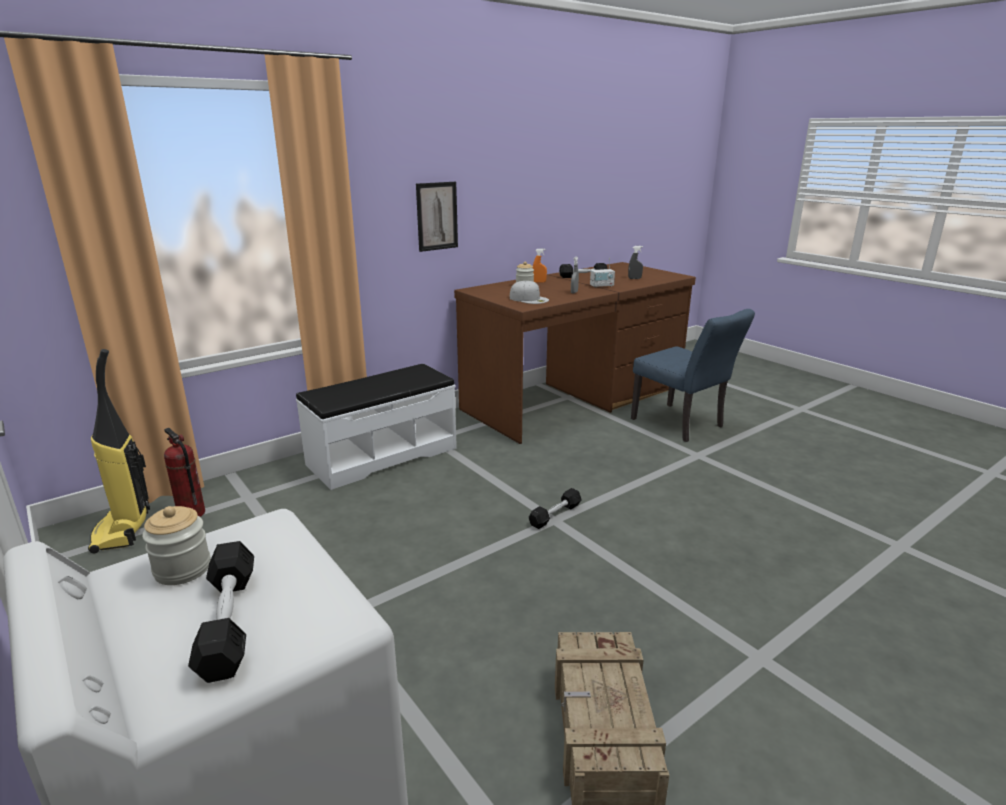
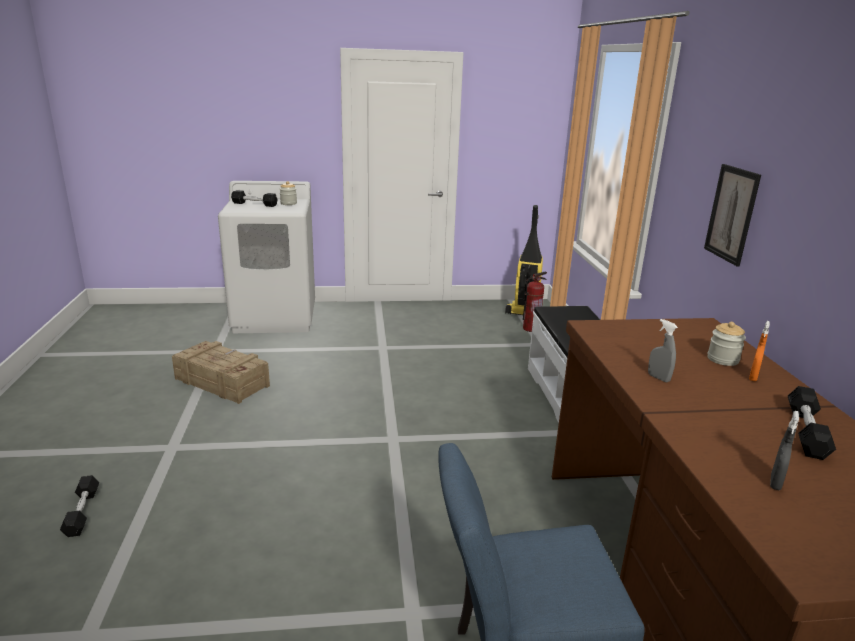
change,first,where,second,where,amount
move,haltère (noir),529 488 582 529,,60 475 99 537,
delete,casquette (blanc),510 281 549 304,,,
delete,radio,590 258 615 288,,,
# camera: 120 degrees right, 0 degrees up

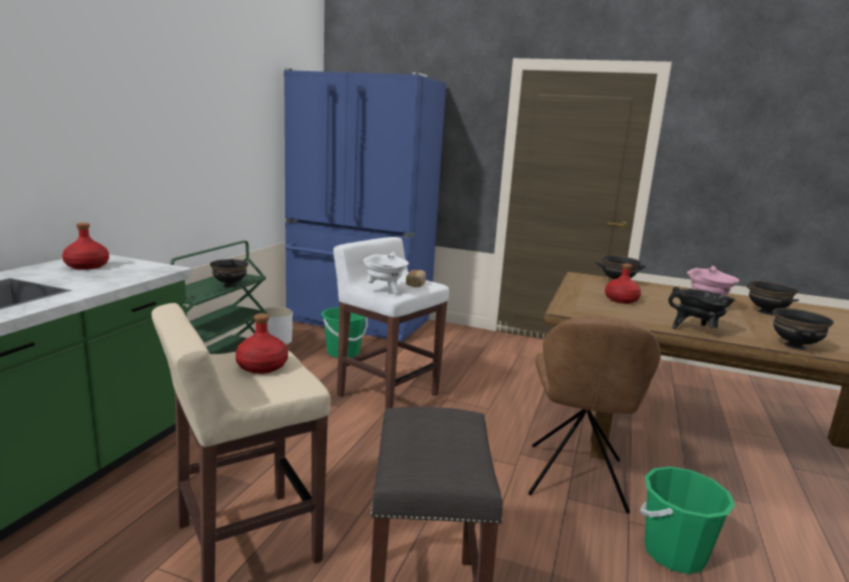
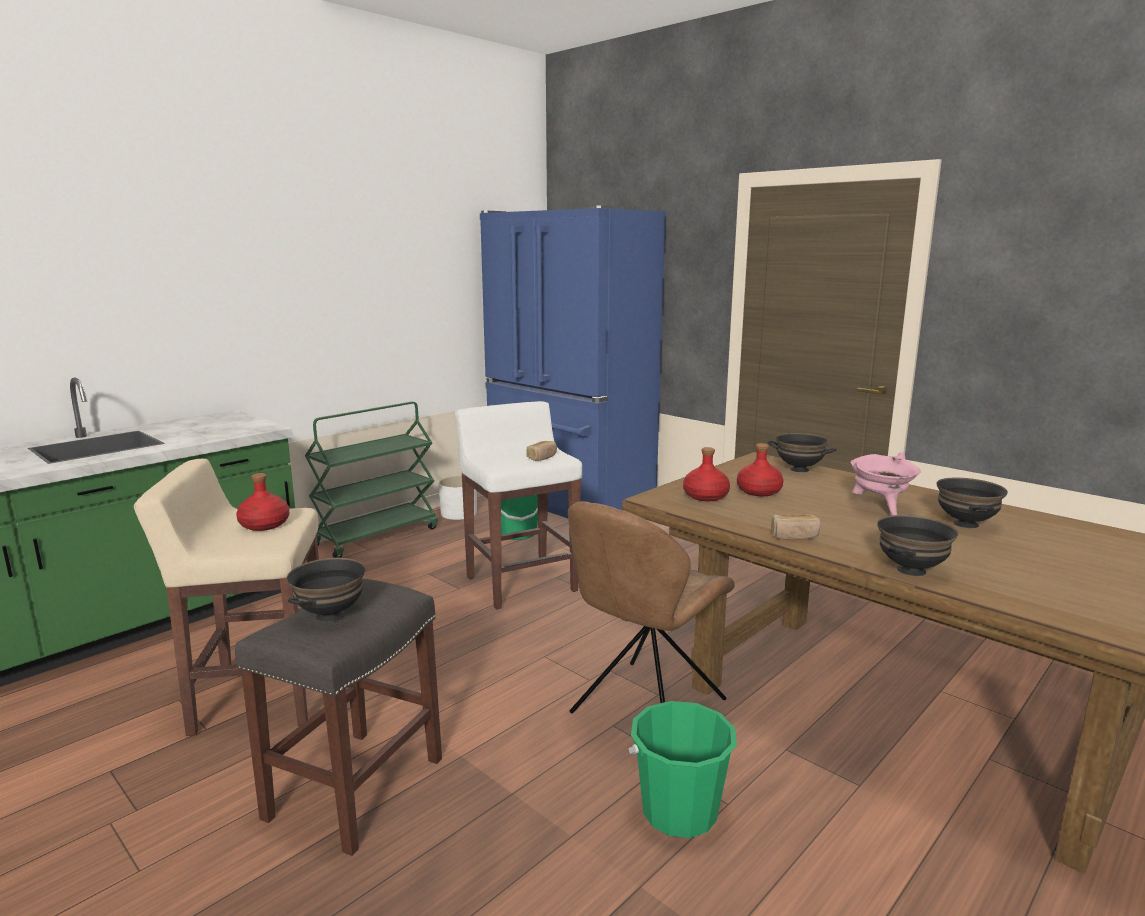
change,first,where,second,where,amount
move,bol (noir),210 259 249 287,,287 558 366 622,
move,bouteille (rouge),62 223 109 270,,683 447 730 501,
replace,marmite (noir),668 287 735 329,pain,771 514 821 540,
delete,marmite (blanc),363 252 409 295,,,
# camera: 25 degrees right, 0 degrees up

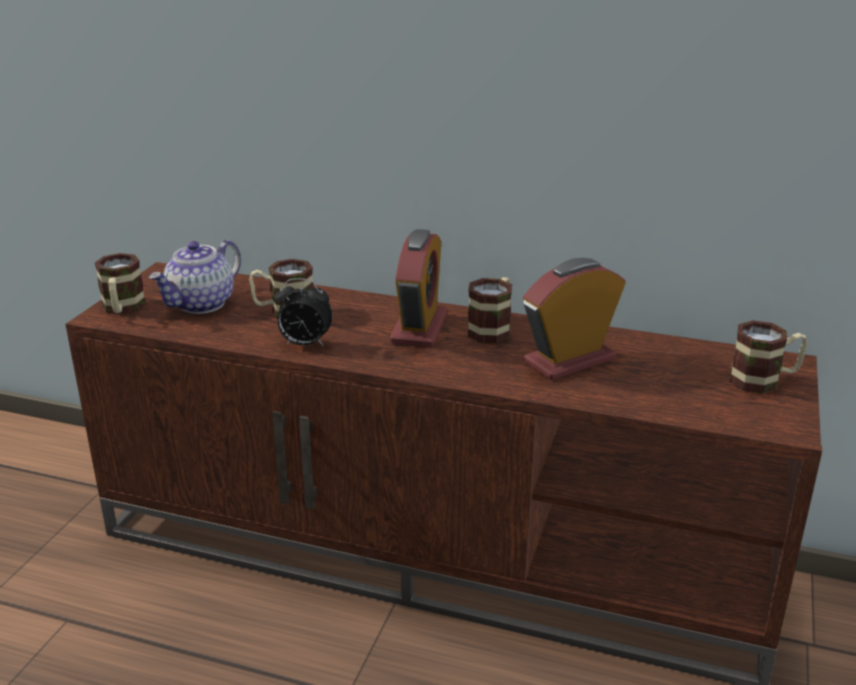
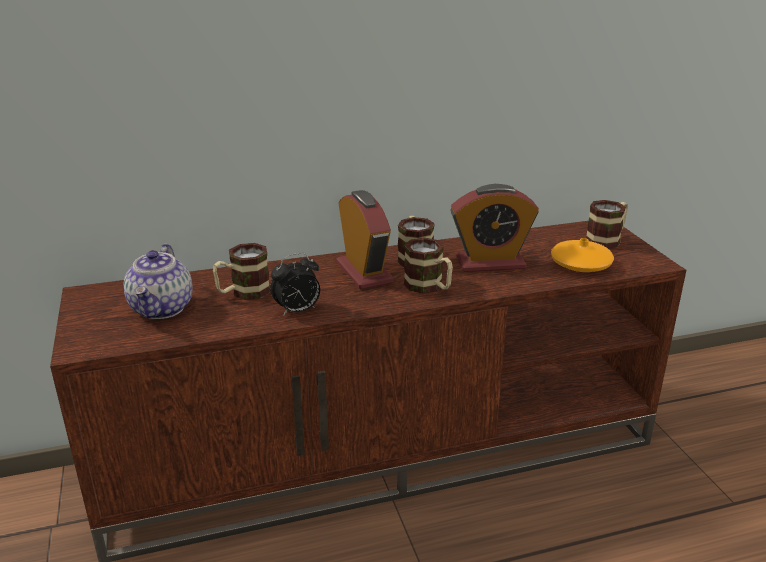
change,first,where,second,where,amount
move,mug,94 253 146 315,,404 237 453 294,
rotate,réveil,523 258 626 380,,450 184 539 272,120 degrees counterclockwise
insert,,,vase (orange),551 238 614 272,
# camera: 35 degrees left, 0 degrees up

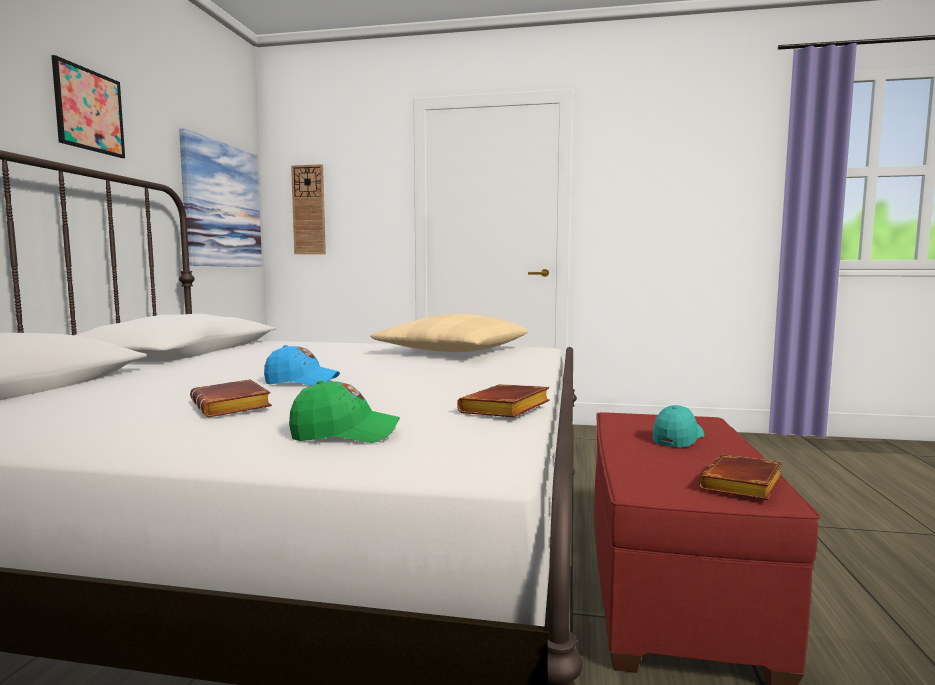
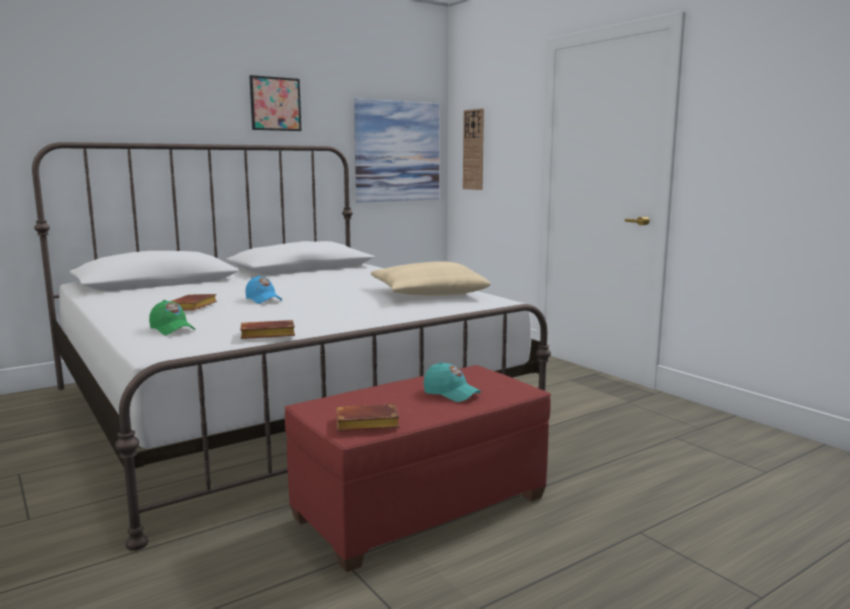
change,first,where,second,where,amount
rotate,casquette (turquoise),653 405 704 448,,423 362 481 402,45 degrees clockwise
# camera: 45 degrees right, 5 degrees up

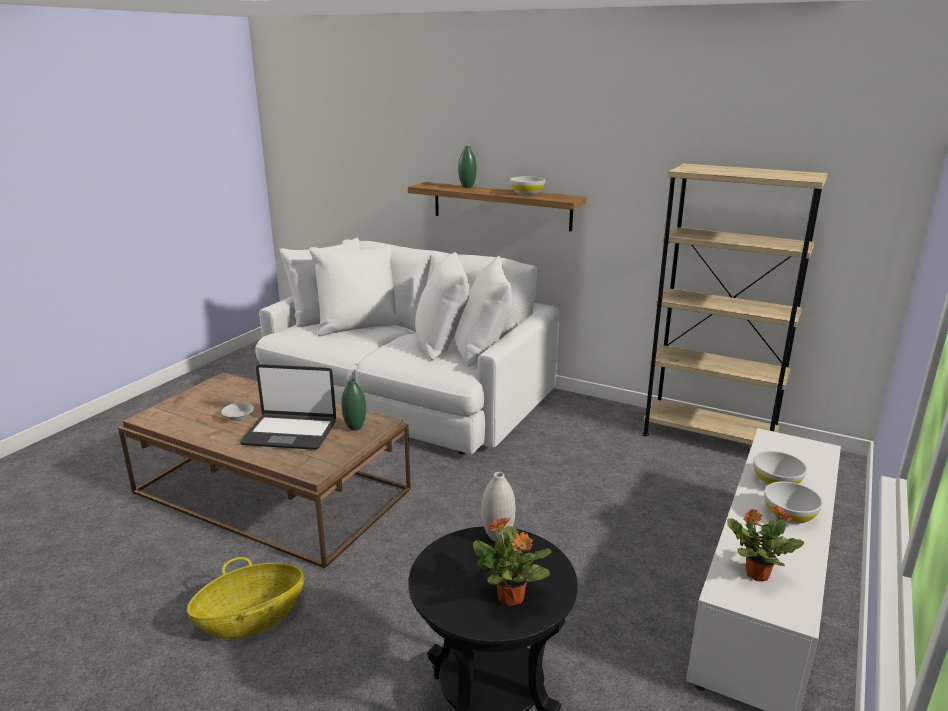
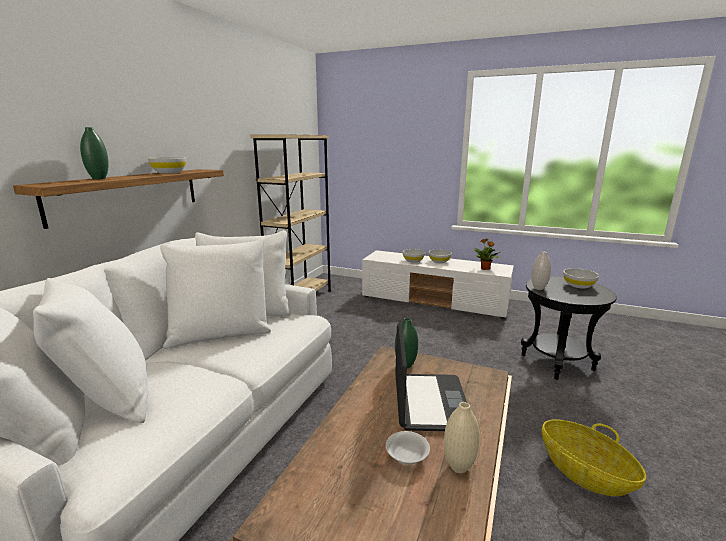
change,first,where,second,where,amount
insert,,,vase (beige),444 402 480 473,
replace,plante en pot,473 517 552 606,bol (blanc),563 268 599 288,
# camera: 95 degrees left, 5 degrees down

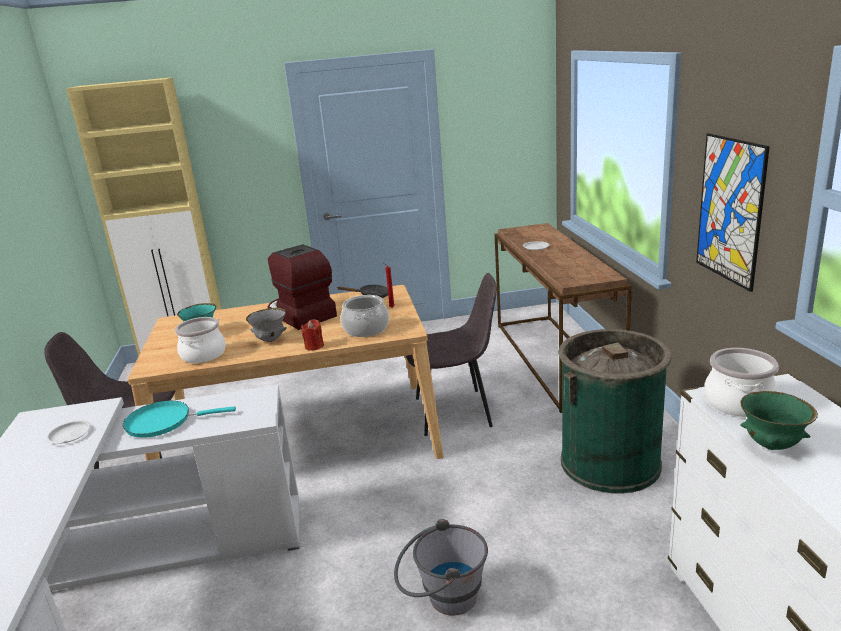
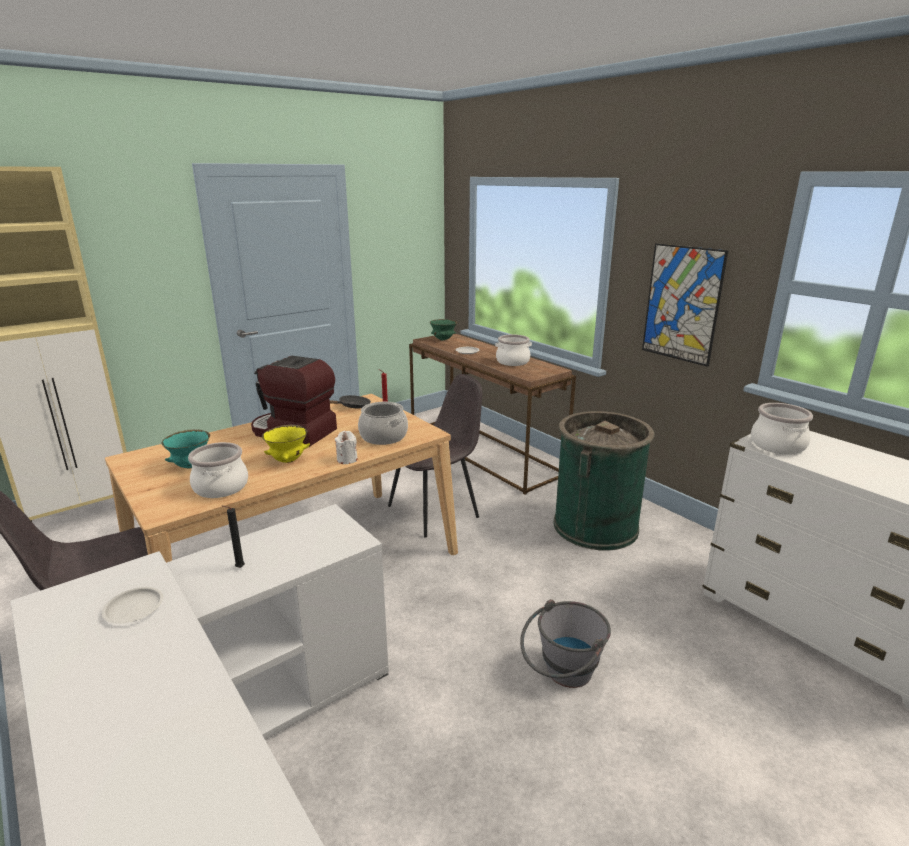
change,first,where,second,where,amount
replace,poêle (turquoise),123 401 236 438,bougie (noir),222 505 245 568,
recolor,bol (gris),246 308 287 342,bol (jaune),262 425 310 463,
recolor,bougie (rouge),301 319 324 351,bougie (blanc),335 431 358 464,
move,bol (vert),740 391 818 450,,430 319 457 341,
insert,,,marmite,495 334 532 366,
# camera: 30 degrees left, 0 degrees up

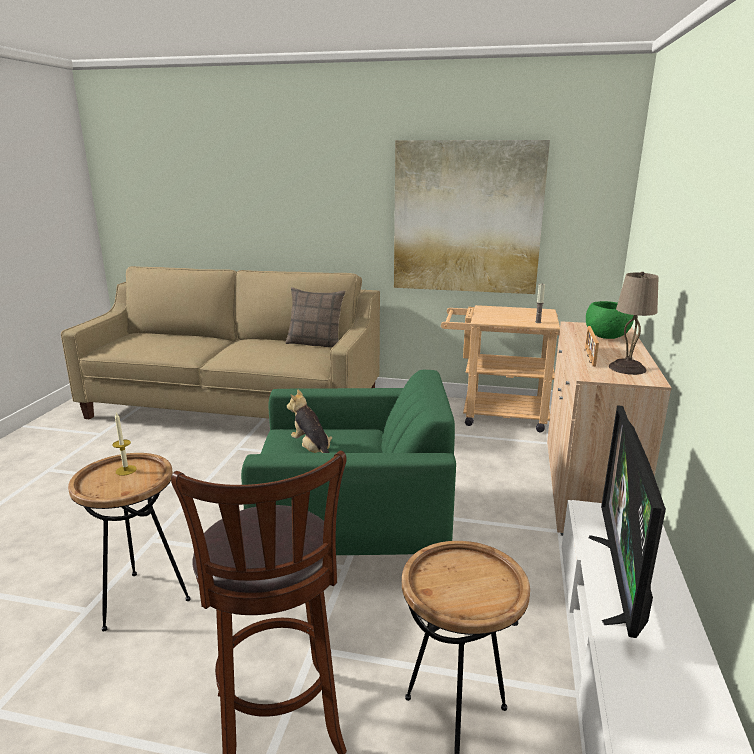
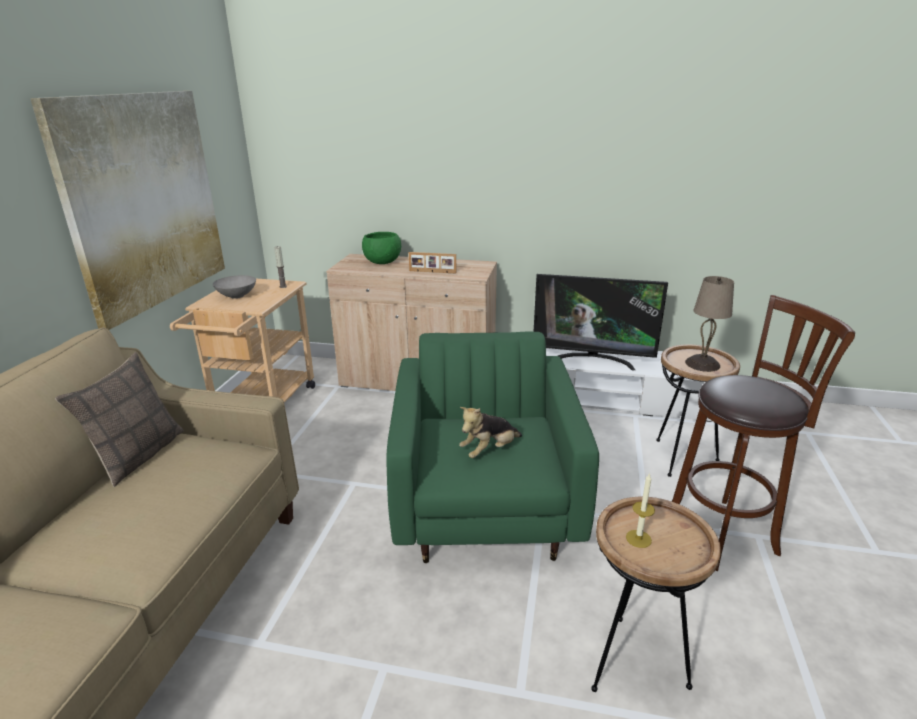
change,first,where,second,where,amount
insert,,,bol (gris),213 275 256 299,
move,lampe de table (beige),609 272 659 375,,685 276 734 372,
# camera: 90 degrees left, 5 degrees up

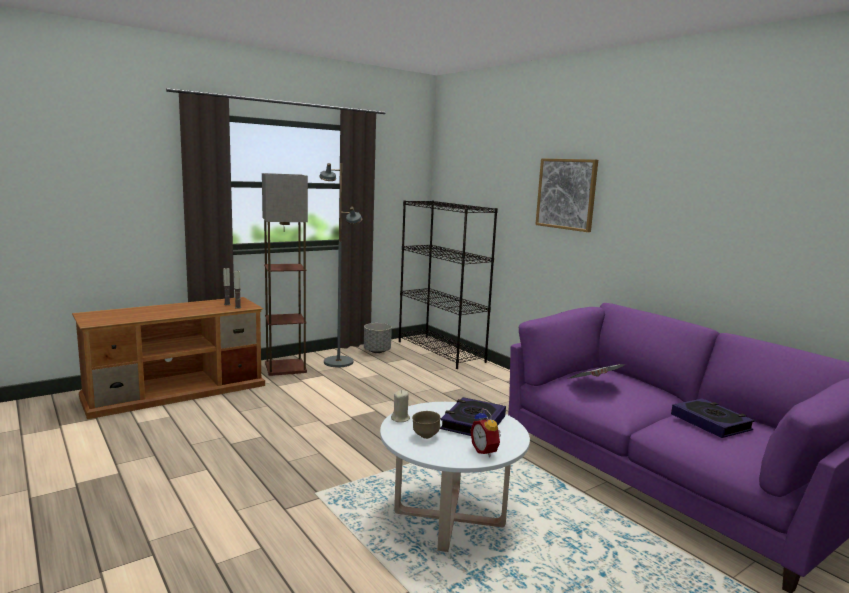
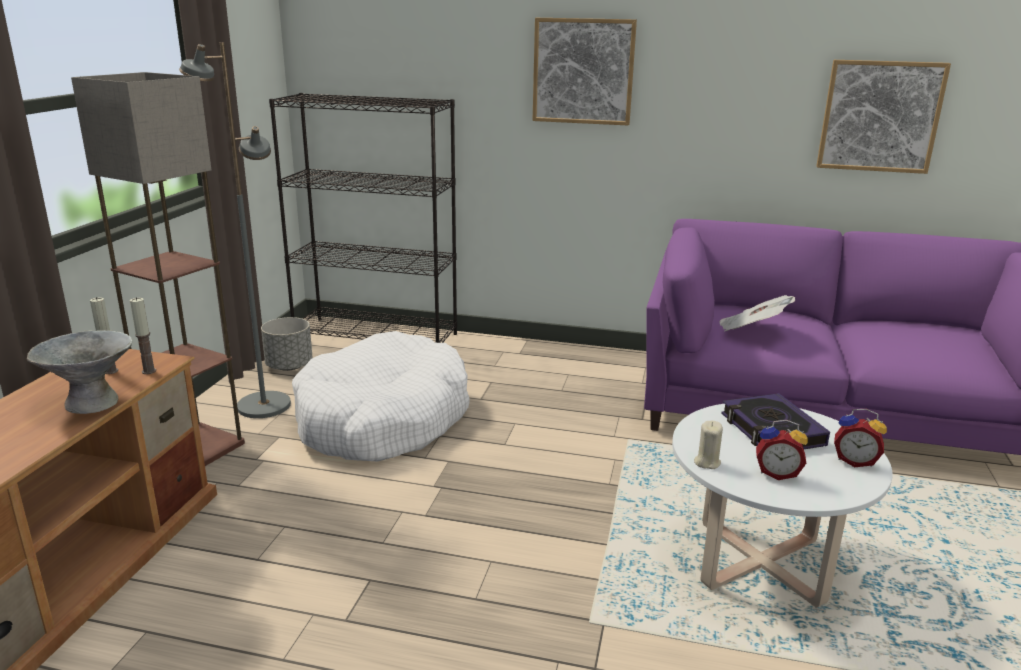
change,first,where,second,where,amount
insert,,,bol (gris),27 330 133 414,
insert,,,panier pour chien (blanc),292 331 469 461,
replace,bol (marron),412 411 441 439,réveil,756 420 808 480,
insert,,,tableau,816 60 951 174,
delete,livre,671 398 755 438,,,
# camera: 40 degrees left, 10 degrees up

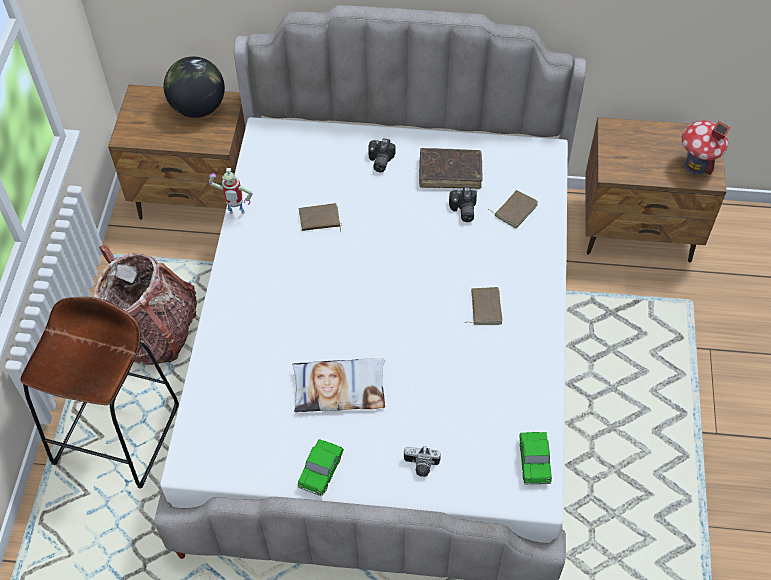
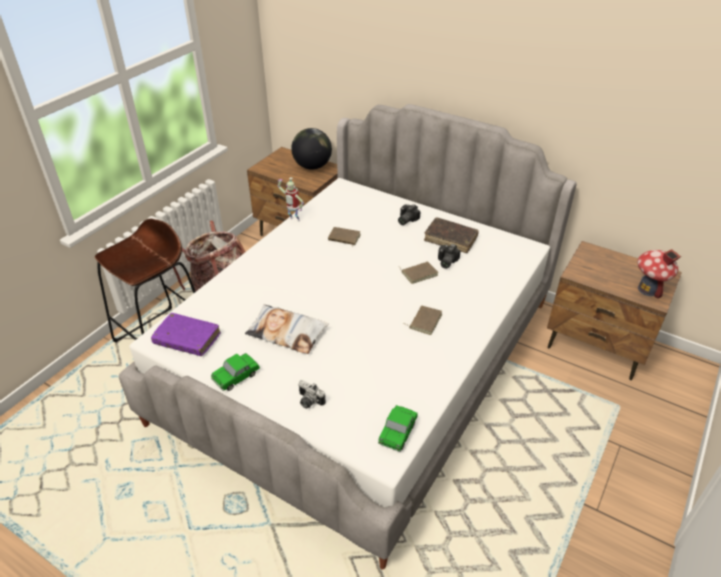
change,first,where,second,where,amount
insert,,,livre (violet),151 313 221 356,
move,livre (marron),488 190 538 228,,399 261 438 284,
# camera: 25 degrees right, 15 degrees down

